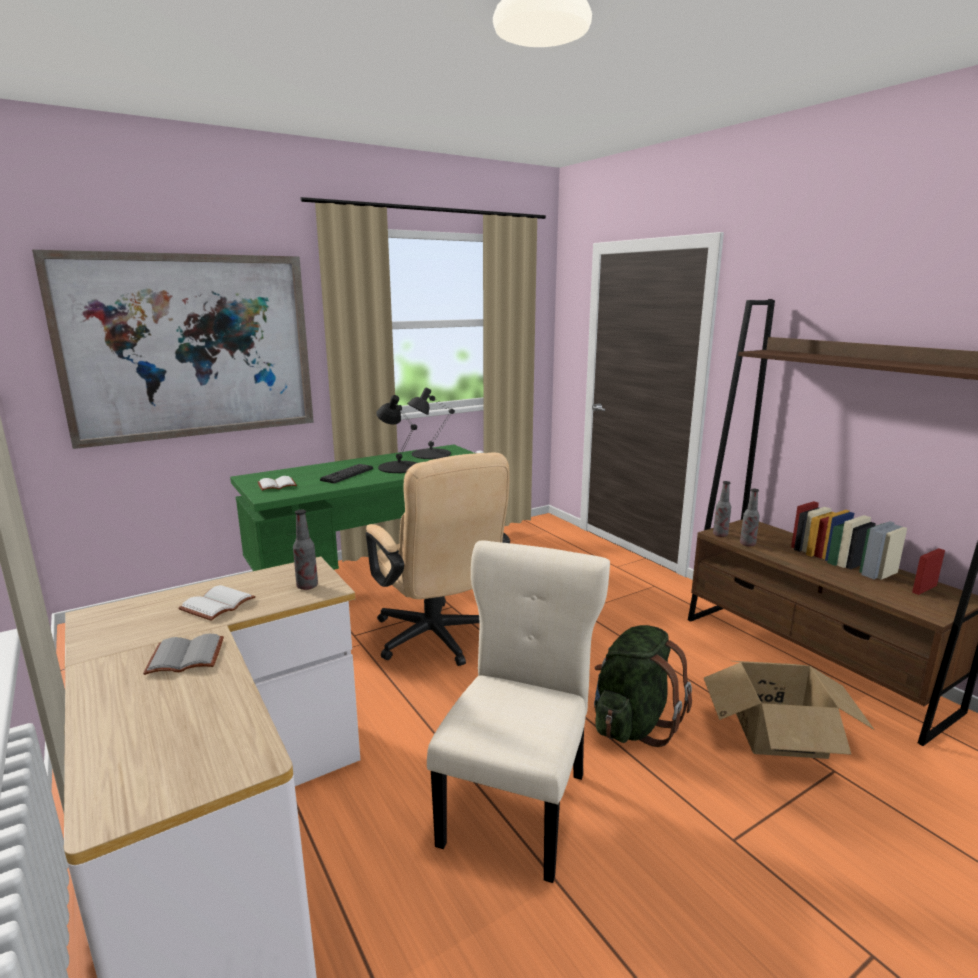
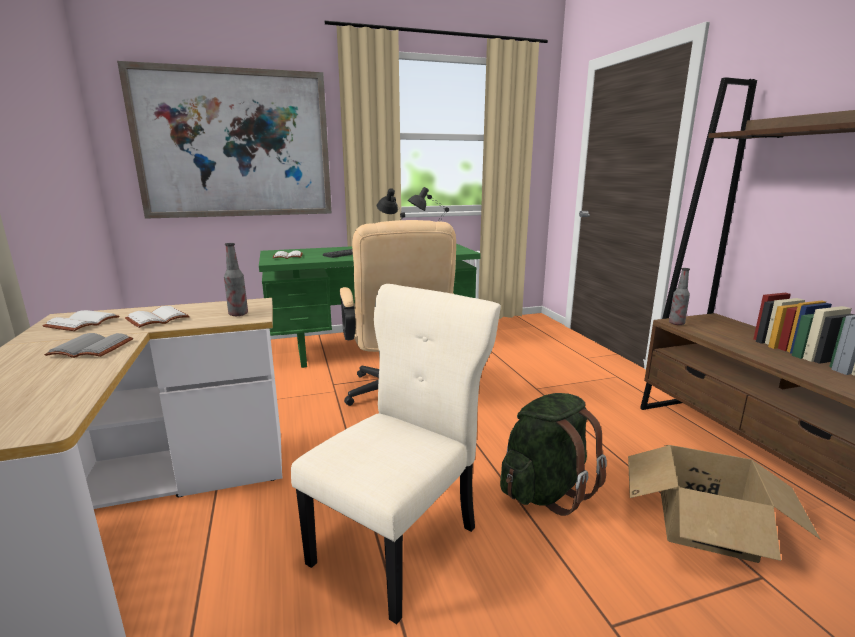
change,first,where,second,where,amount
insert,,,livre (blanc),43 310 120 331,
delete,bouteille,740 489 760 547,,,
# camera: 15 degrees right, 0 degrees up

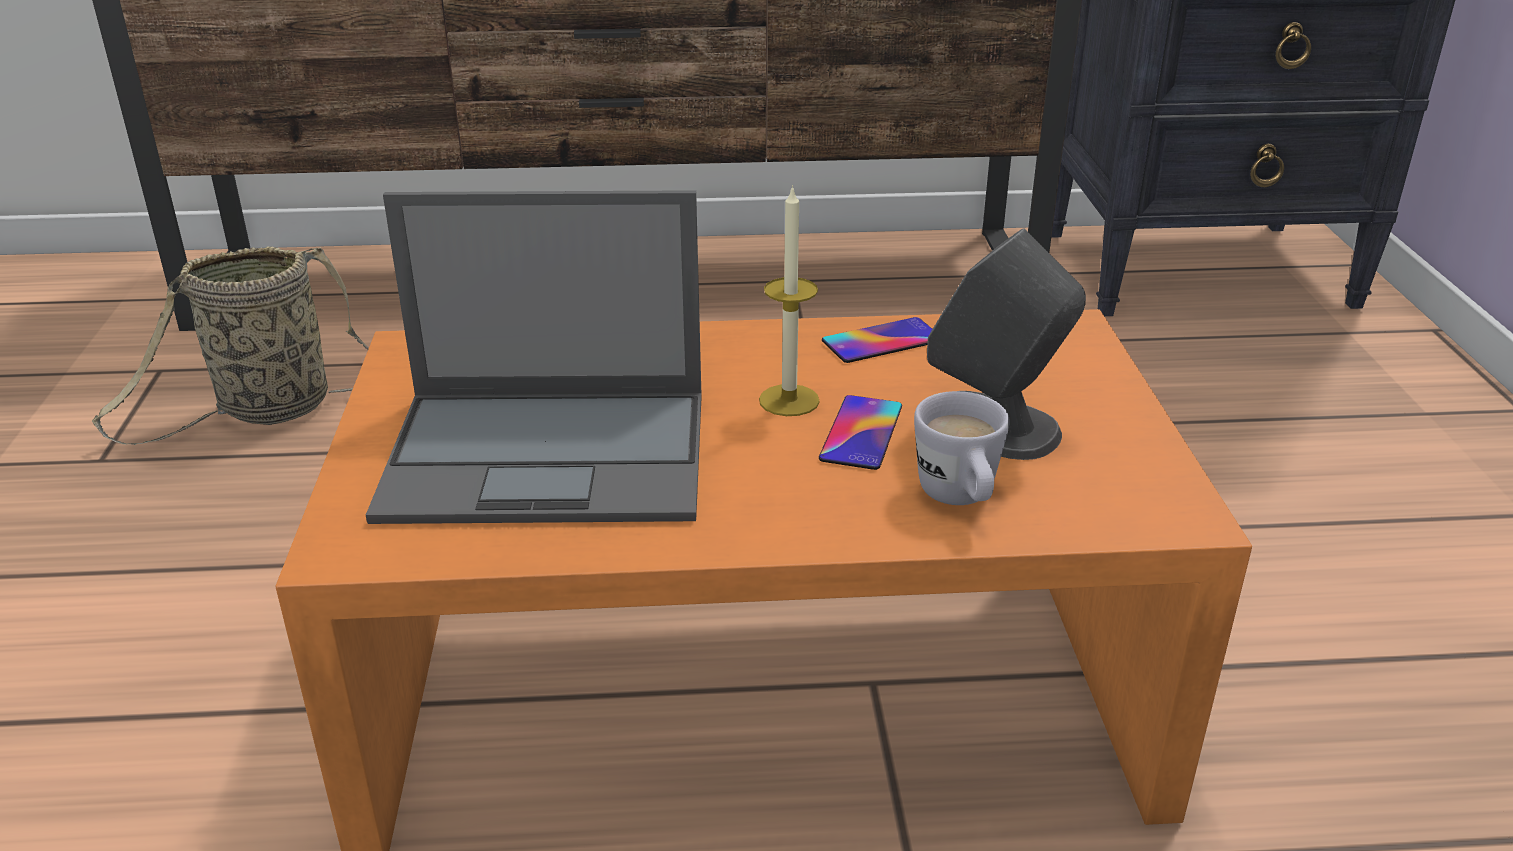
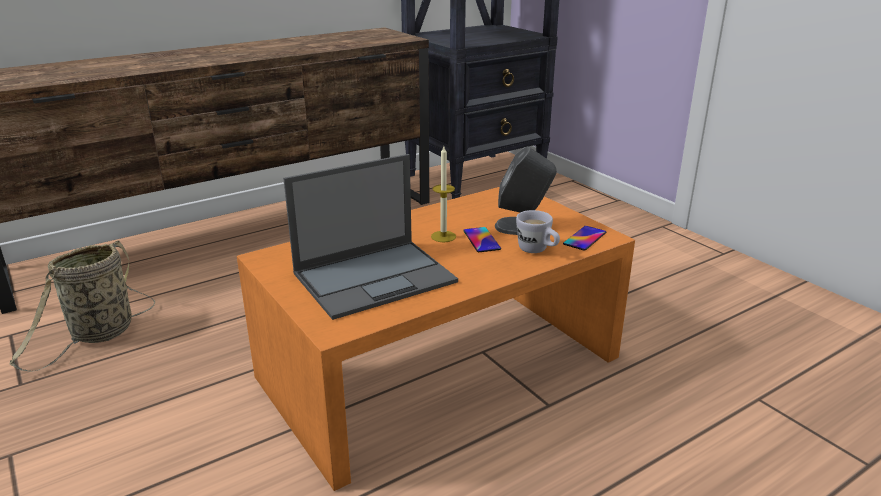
change,first,where,second,where,amount
move,téléphone,822 317 932 363,,563 226 606 251,
# camera: 30 degrees left, 5 degrees down

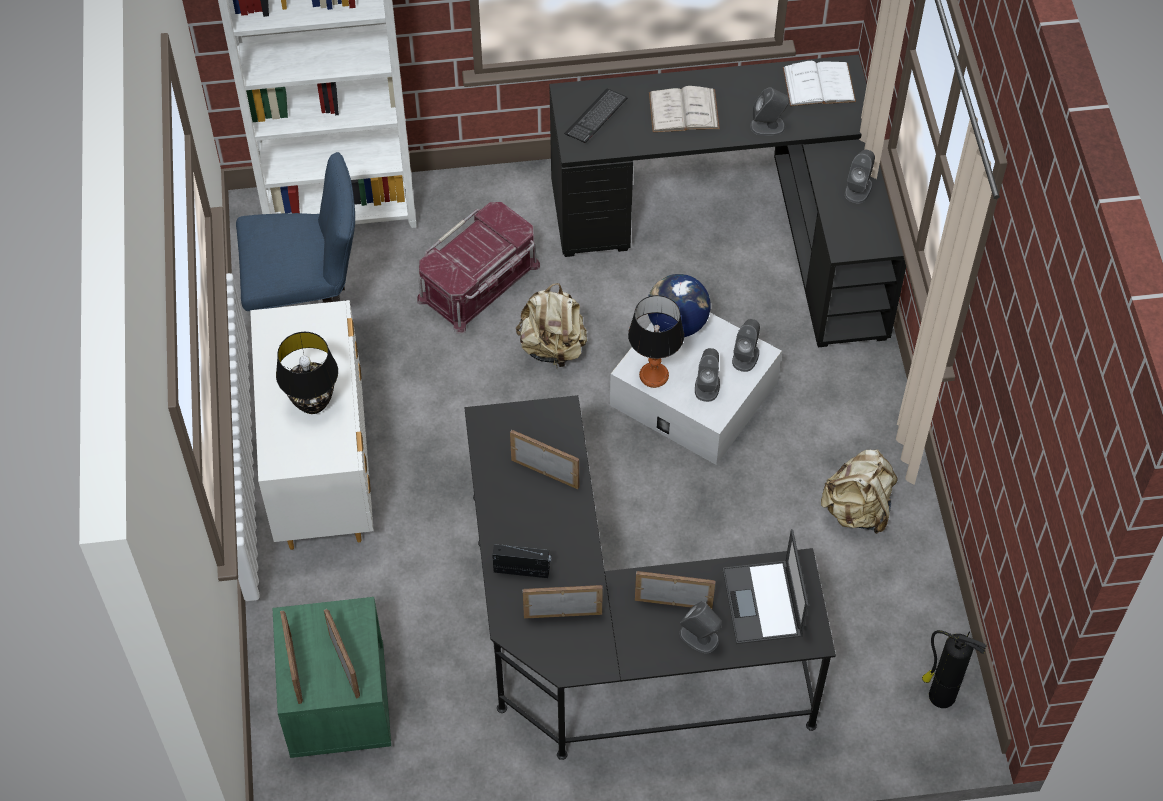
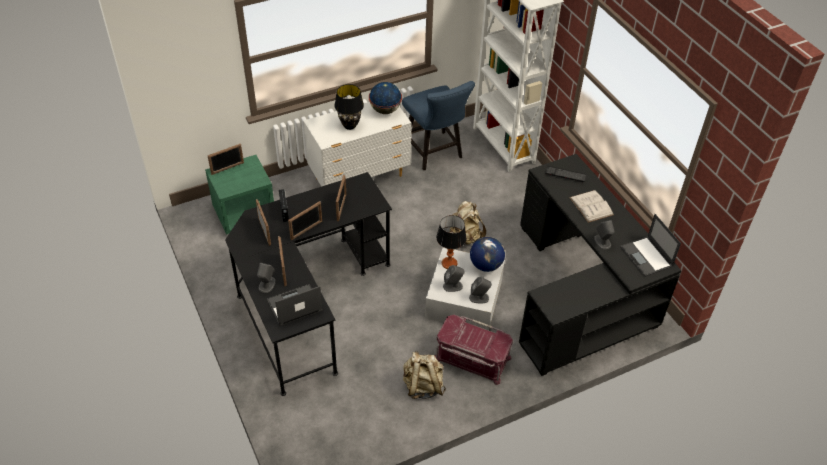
change,first,where,second,where,amount
move,cadre photo,324 609 360 699,,288 201 322 240,
insert,,,globe,369 82 402 114,
move,boîte de rangement (rouge),417 202 540 333,,435 315 513 385,
replace,livre (blanc),783 61 856 106,ordinateur portable,620 214 681 277,
delete,enceinte (gris),845 150 875 203,,,
delete,extincteur,922 630 987 708,,,
# camera: 70 degrees right, 10 degrees down

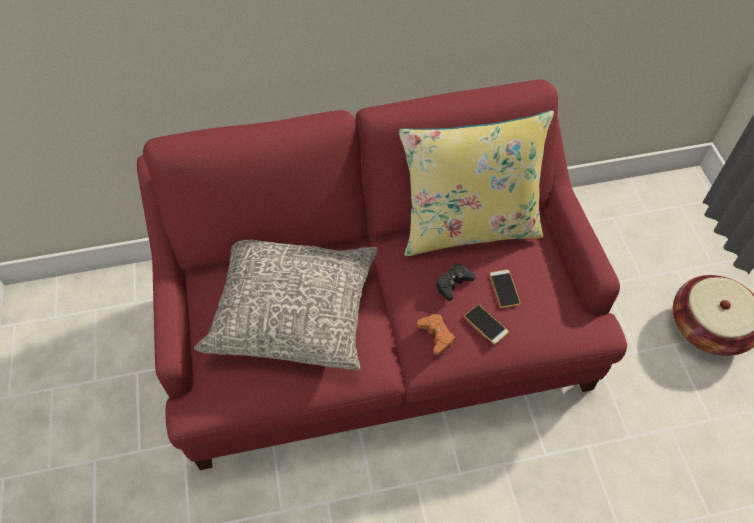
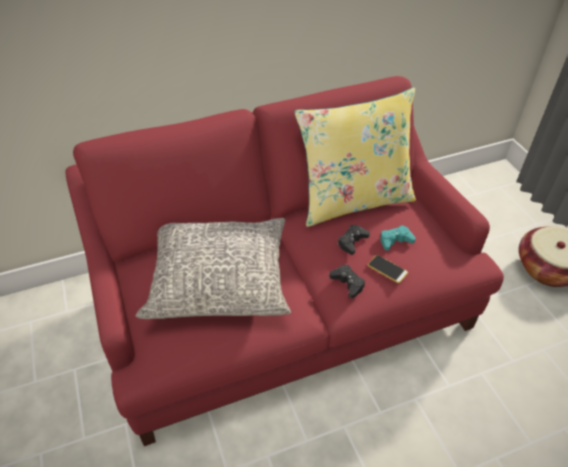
change,first,where,second,where,amount
recolor,manette (orange),417 314 455 355,manette (noir),329 265 365 298,
replace,téléphone,489 270 520 308,manette (turquoise),380 225 416 251,
# camera: 10 degrees left, 10 degrees down

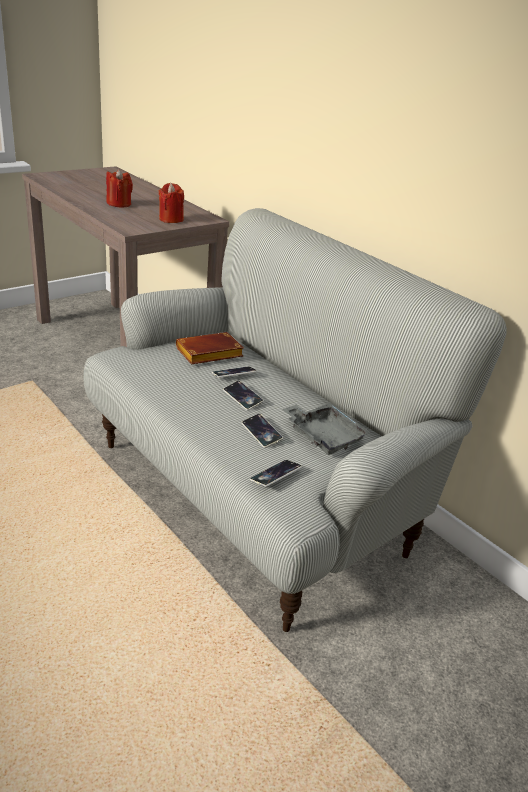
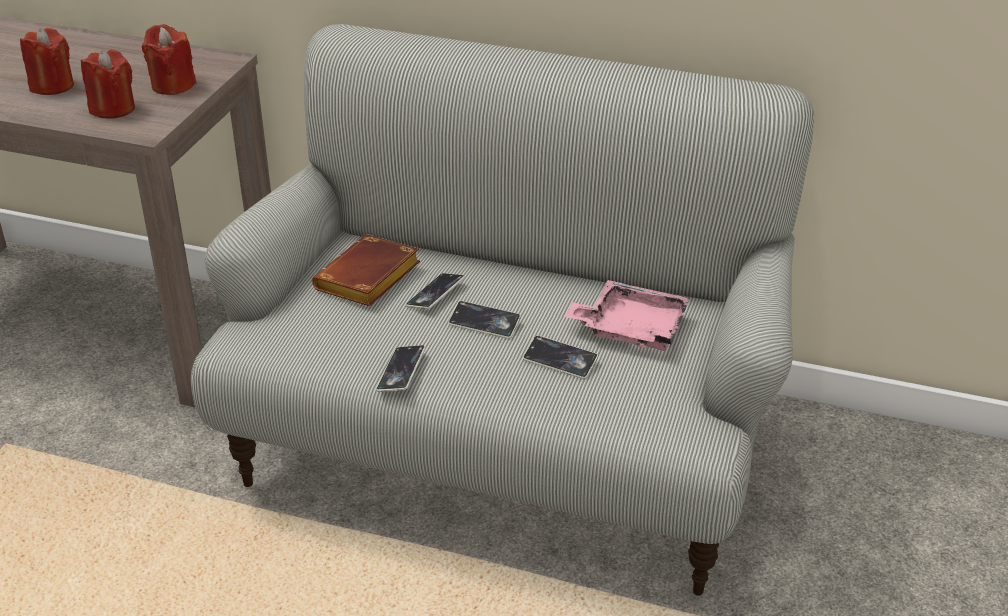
change,first,where,second,where,amount
insert,,,bougie (rouge),81 49 135 119,
move,téléphone,250 460 302 487,,376 345 426 392,
recolor,plateau (gris),282 403 371 455,plateau (rose),565 280 690 351,
# camera: 30 degrees left, 5 degrees up

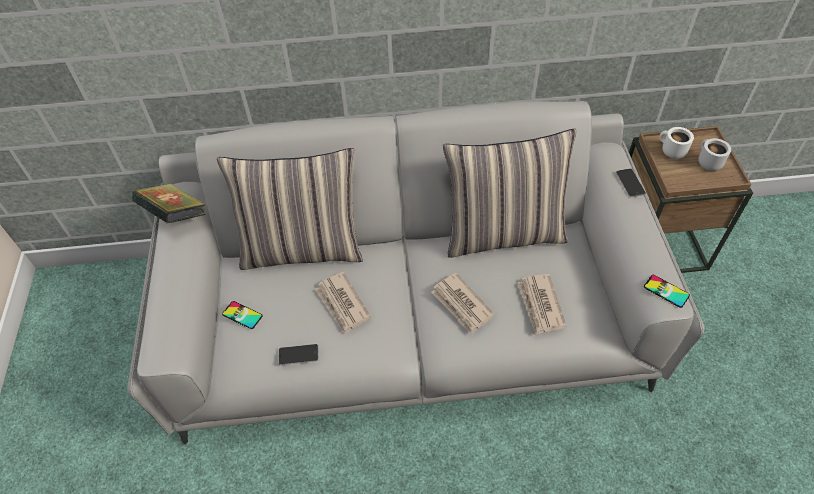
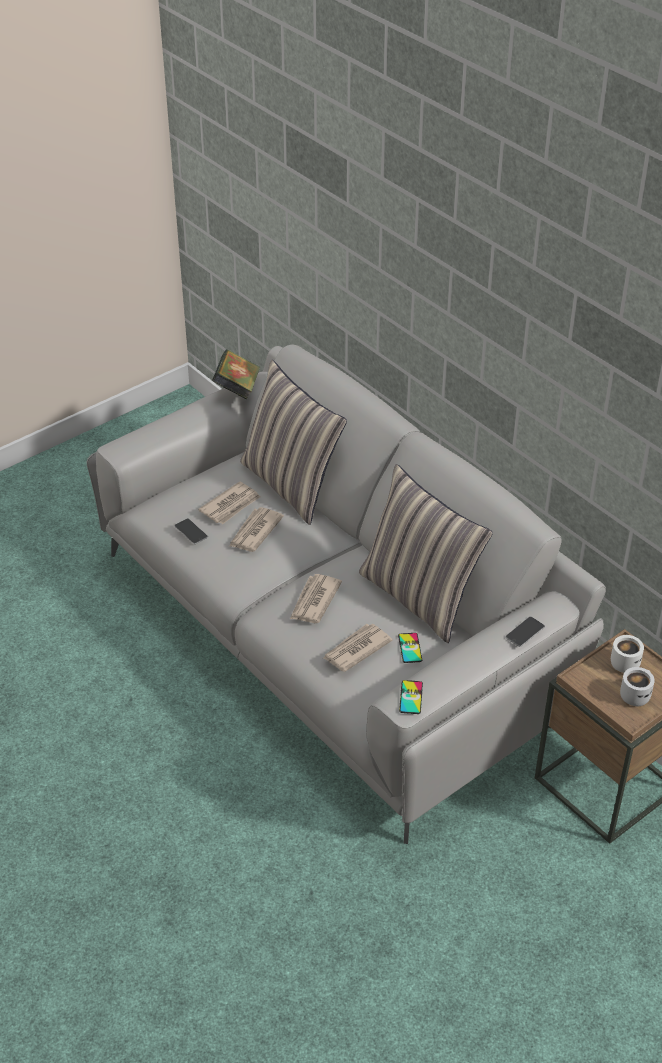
change,first,where,second,where,amount
insert,,,journal,198 481 261 524,
move,téléphone,222 301 263 329,,398 633 422 663,
# camera: 55 degrees right, 10 degrees down

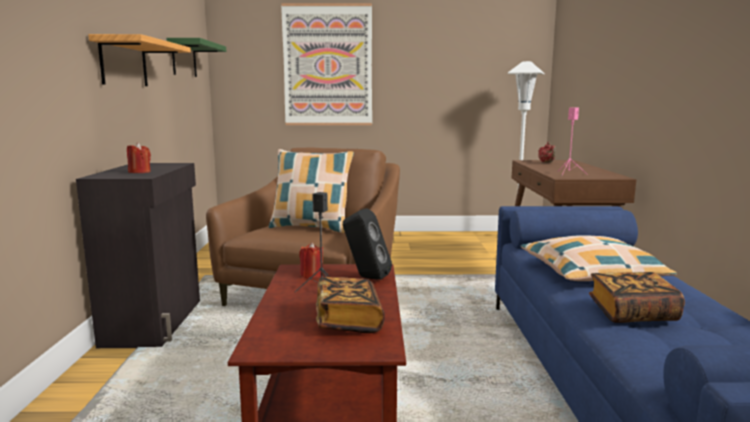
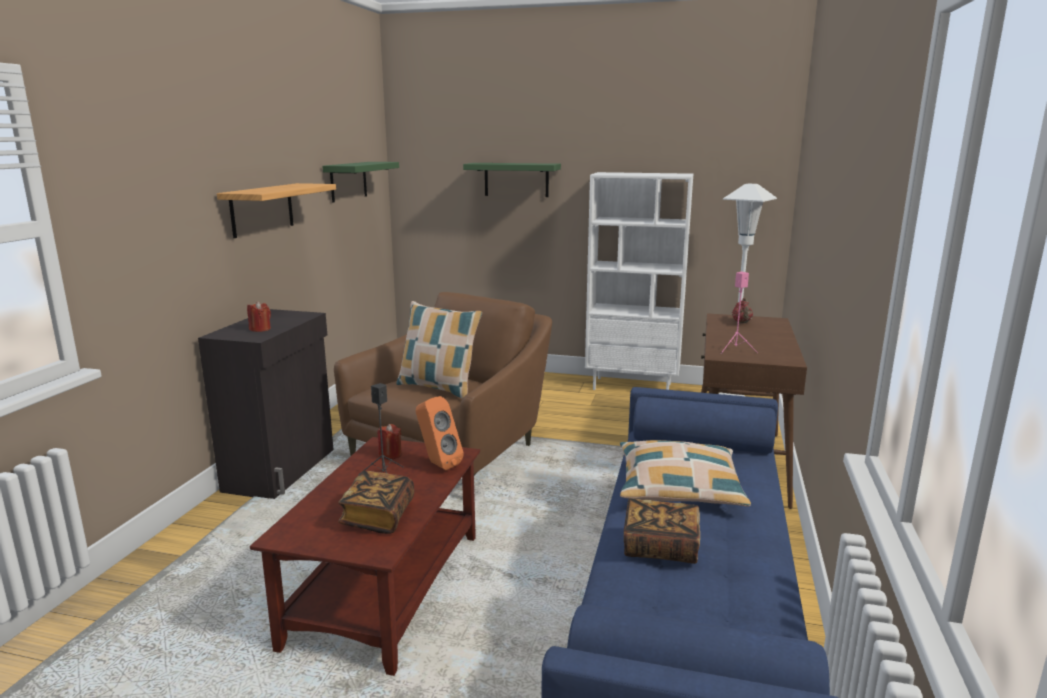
change,first,where,second,where,amount
recolor,enceinte (noir),343 208 392 280,enceinte (orange),416 396 464 470,
replace,tableau,281 3 372 125,étagère (vert),463 163 561 197,
insert,,,bibliothèque (blanc),585 172 693 390,
# camera: 15 degrees right, 5 degrees up

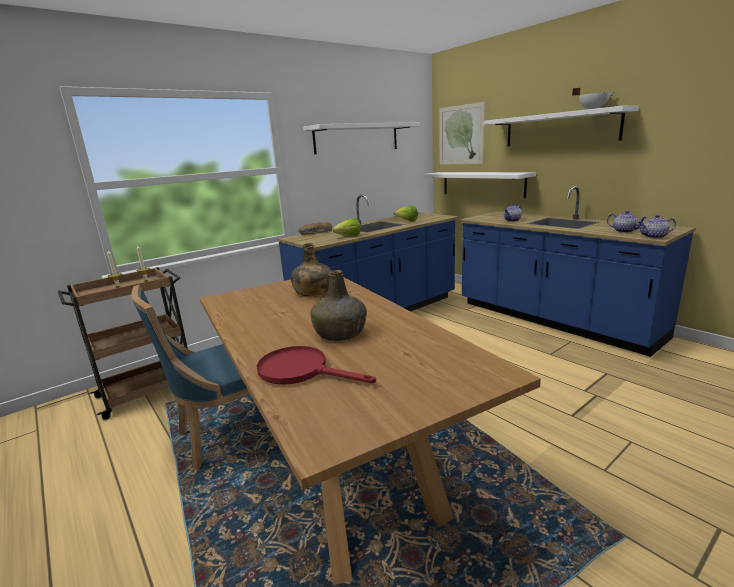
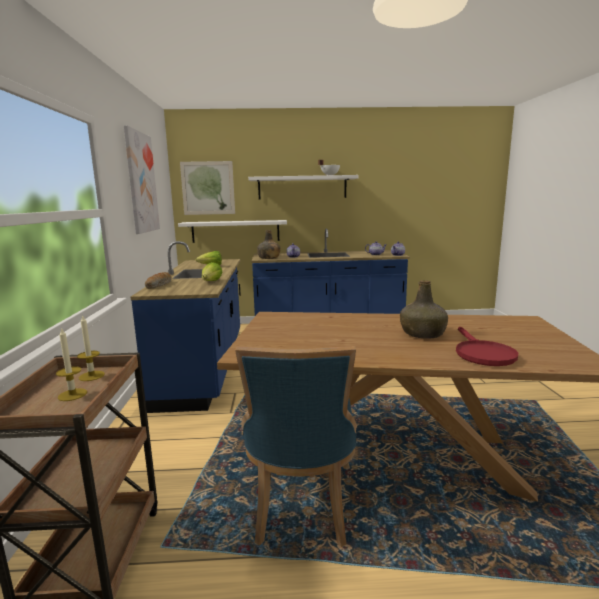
change,first,where,second,where,amount
replace,étagère (blanc),303 122 420 154,tableau,124 125 160 234,
move,bouteille (vert),290 243 332 296,,257 230 281 259,
rotate,poêle (rouge),256 346 376 385,,456 327 518 366,60 degrees counterclockwise
# camera: 55 degrees left, 5 degrees down

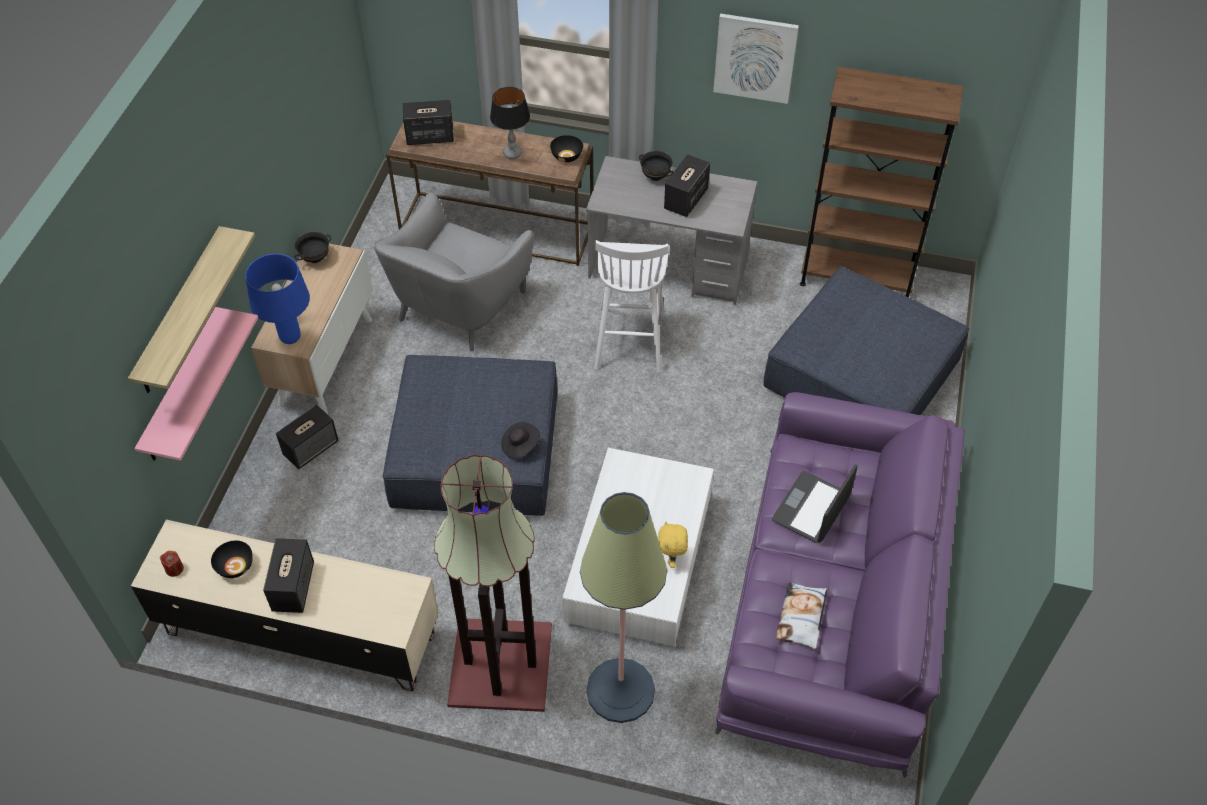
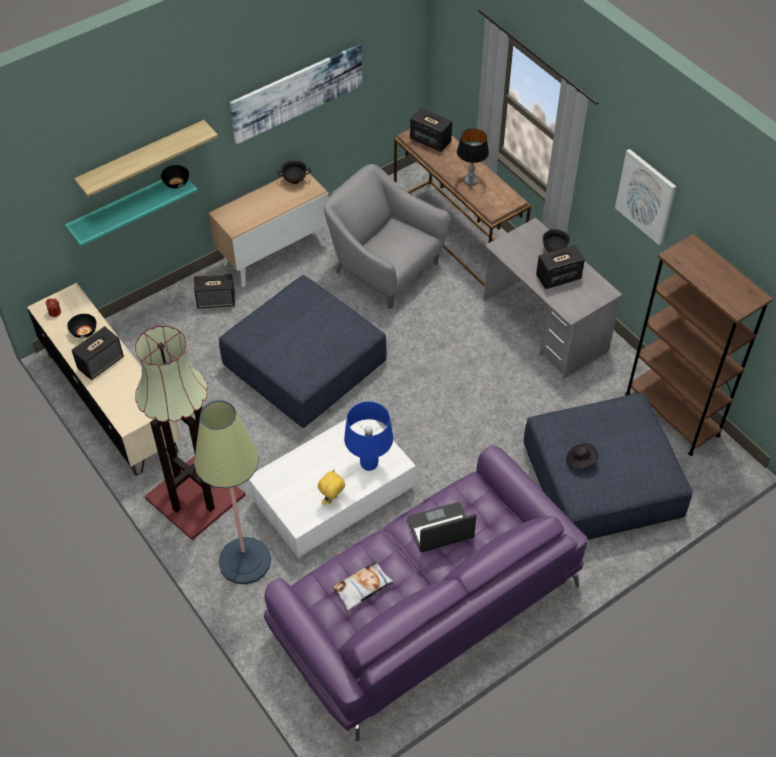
change,first,where,second,where,amount
recolor,étagère (rose),135 307 258 461,étagère (turquoise),65 179 198 246,
move,bol (noir),550 135 583 162,,161 165 189 189,
insert,,,tableau,230 44 362 144,
rotate,fauteuil (gris),374 192 534 351,,324 164 450 309,60 degrees clockwise
move,lampe de table (bleu),245 254 310 344,,344 401 393 471,
move,chapeau (noir),501 422 540 459,,566 443 598 469,
delete,tabouret (blanc),594 240 669 373,,,
# camera: 40 degrees right, 0 degrees up

